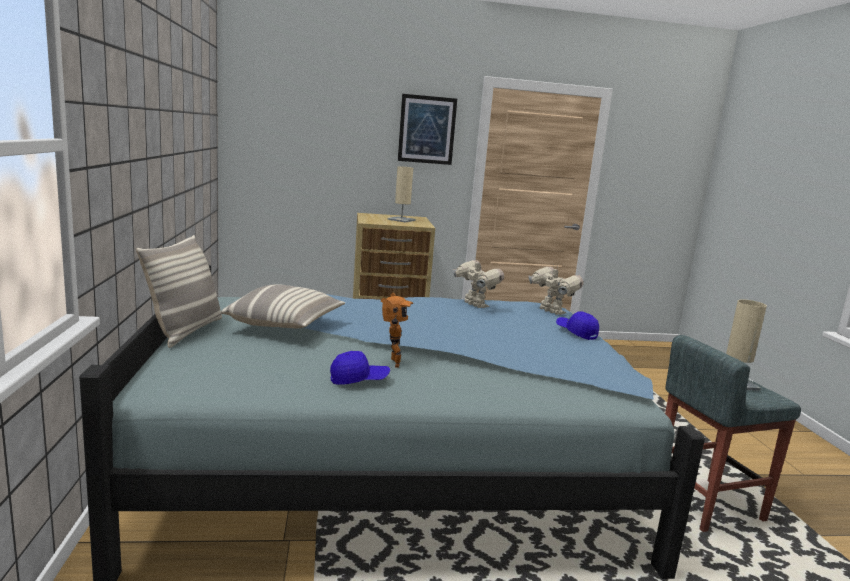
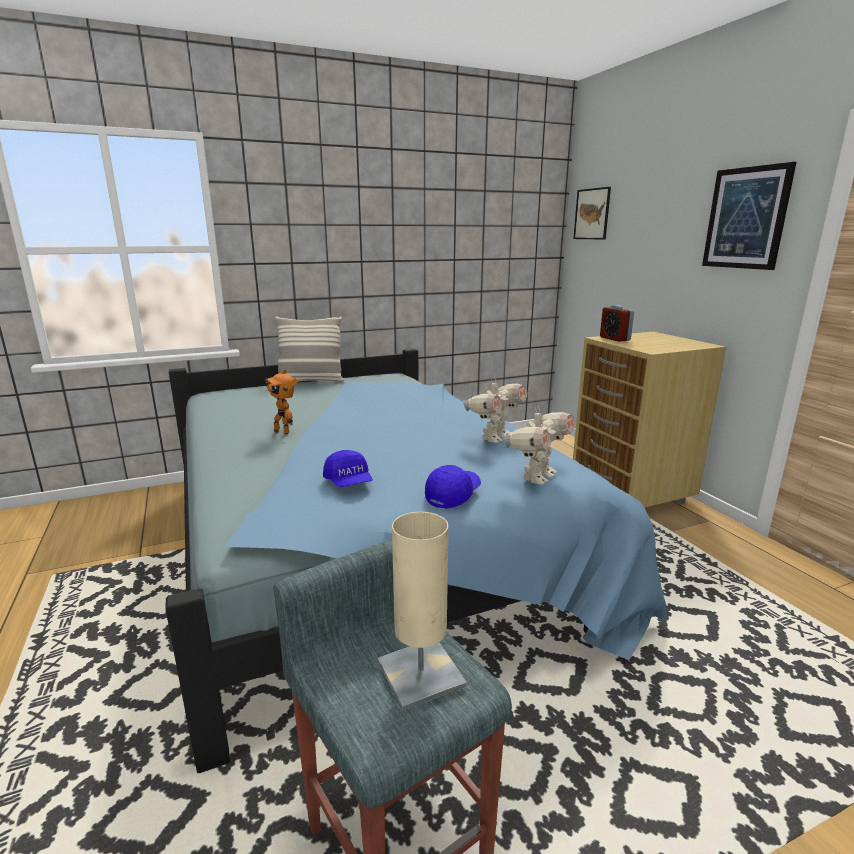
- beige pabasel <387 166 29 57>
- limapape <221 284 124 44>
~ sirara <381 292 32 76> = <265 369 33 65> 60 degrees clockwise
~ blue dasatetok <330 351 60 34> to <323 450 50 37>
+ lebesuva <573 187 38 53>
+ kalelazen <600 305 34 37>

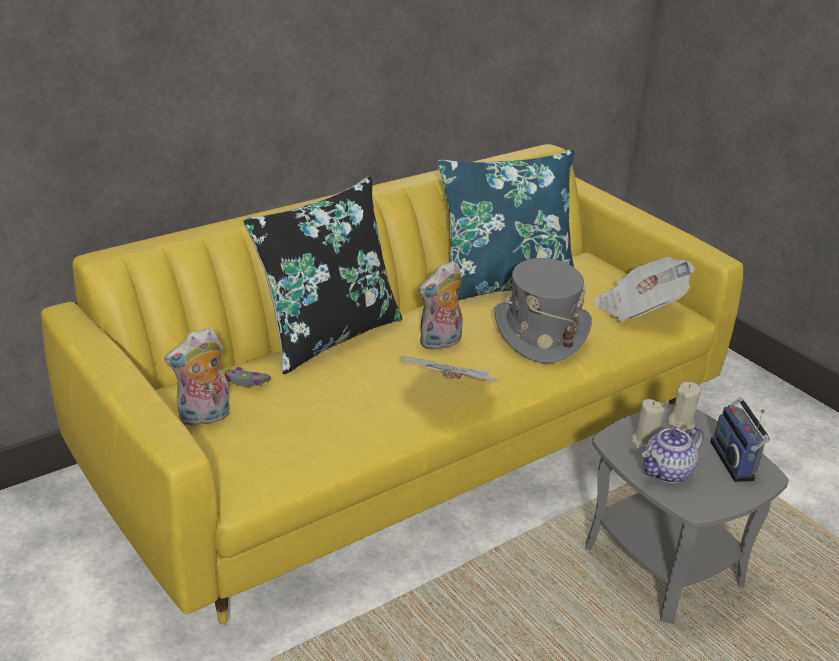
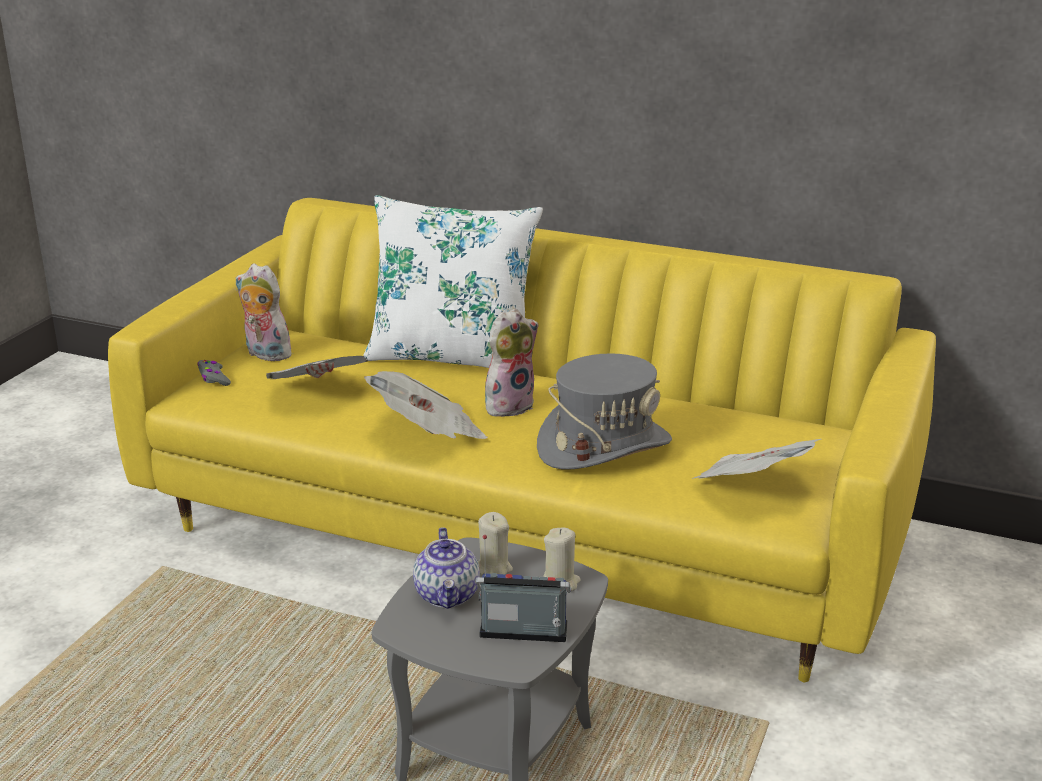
- blue limapape <438 149 137 151>
~ black limapape <243 176 160 198> to white limapape <363 195 180 173>
~ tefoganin <419 261 44 89> = <485 309 54 108> 120 degrees clockwise
~ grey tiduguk <225 367 46 20> to <198 360 33 26>
~ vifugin <710 397 60 85> = <476 535 95 107> 45 degrees clockwise
~ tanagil <641 427 63 56> = <413 527 67 82> 120 degrees counterclockwise
+ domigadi <266 356 103 23>

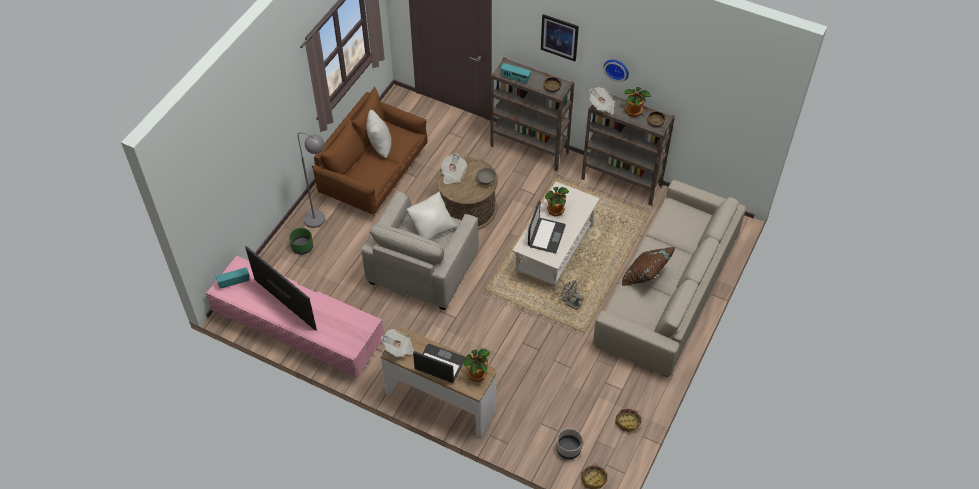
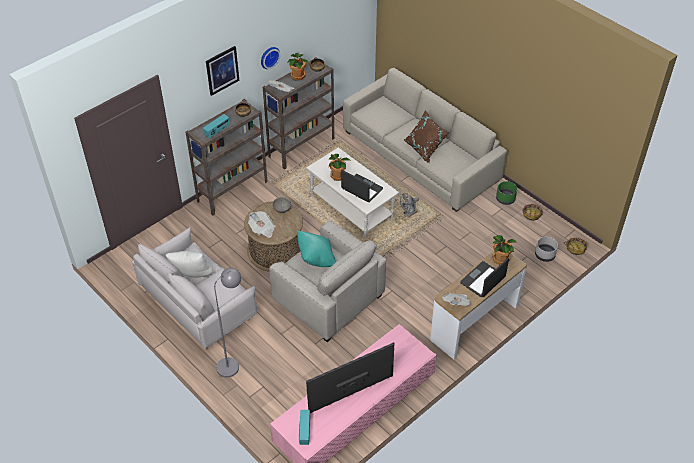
~ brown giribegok <312 86 116 131> to grey giribegok <131 227 126 124>
~ white limapape <406 191 51 49> to turquoise limapape <297 230 39 37>
~ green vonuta <289 228 24 27> to <496 181 21 24>

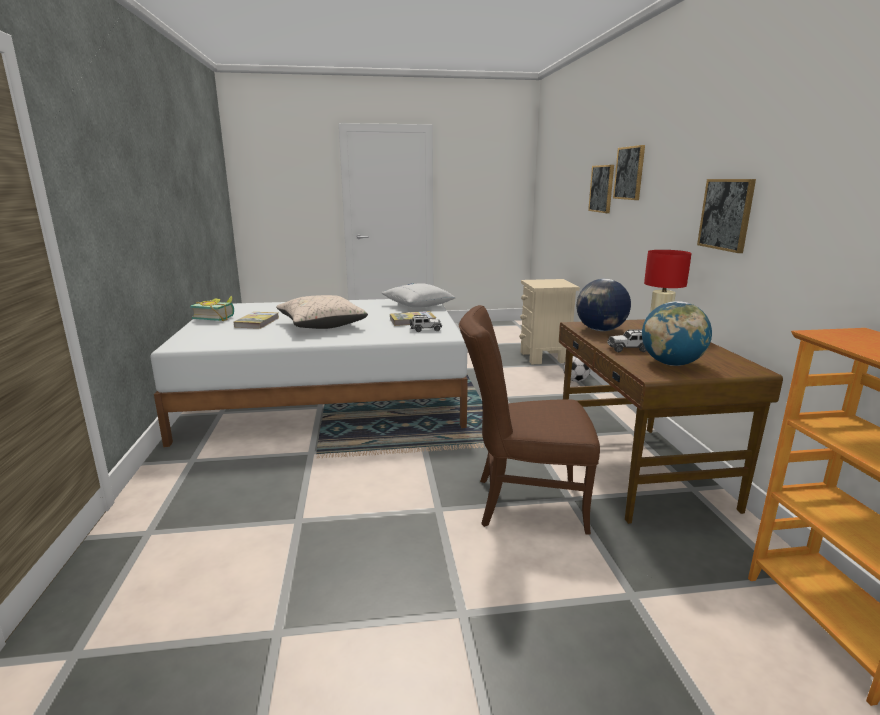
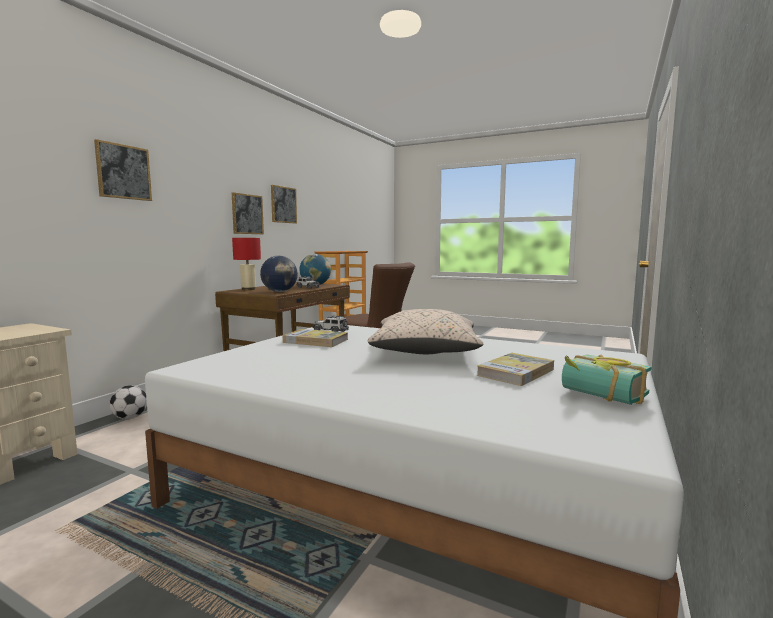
~ lebesuva <588 165 26 48> to <271 185 26 39>
- grey limapape <381 283 74 25>

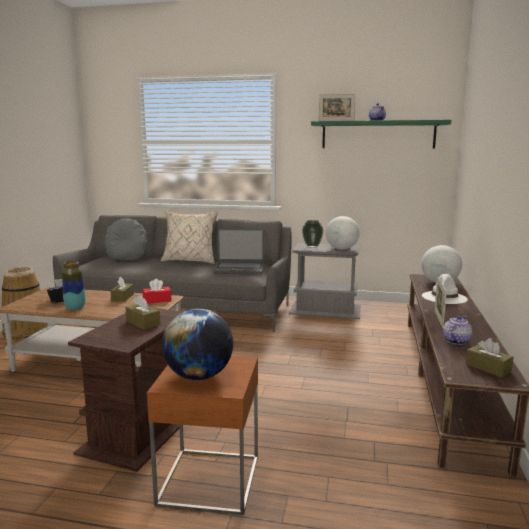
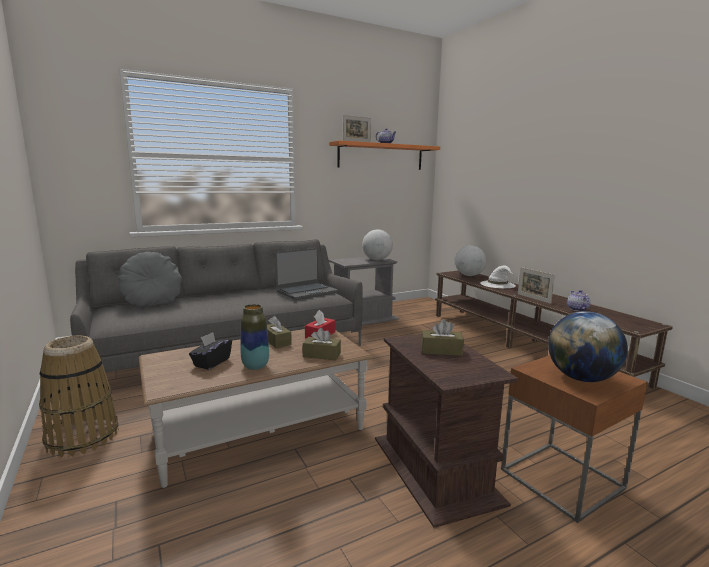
~ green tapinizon <311 120 140 28> to orange tapinizon <329 140 111 30>
- beige limapape <161 211 57 53>
- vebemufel <302 220 21 28>
~ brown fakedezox <466 338 48 40> to <303 328 38 32>

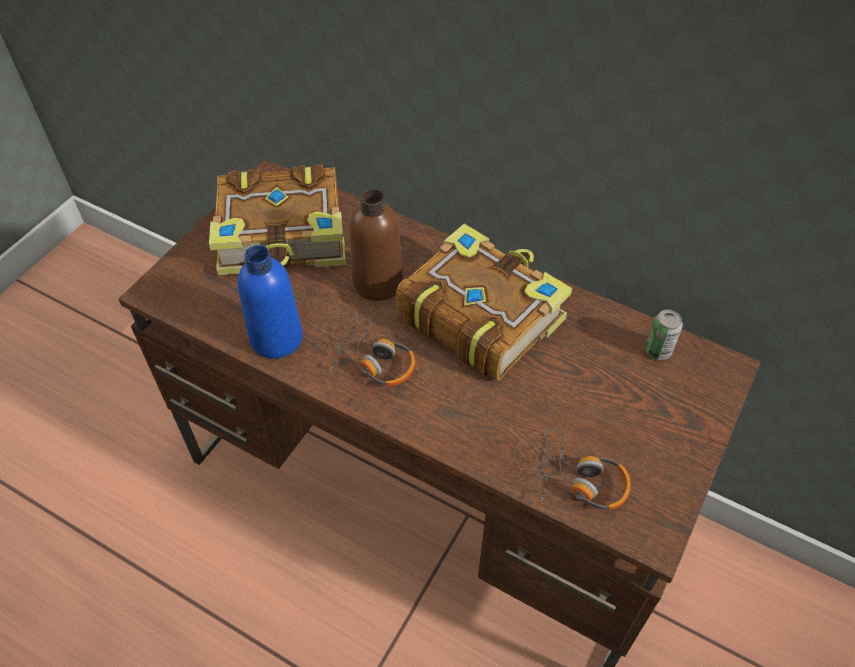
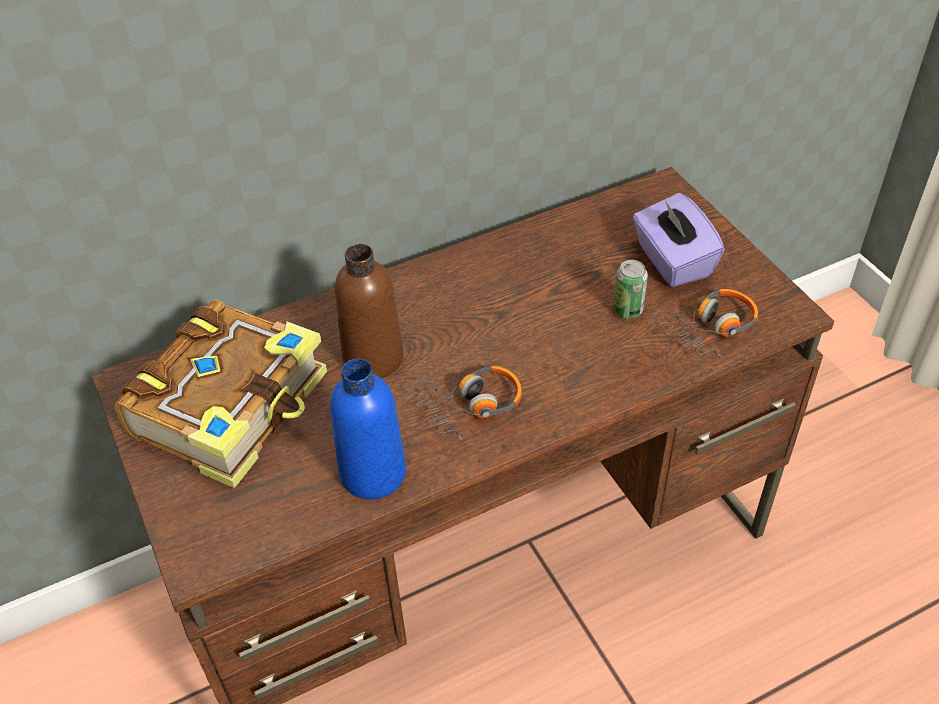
- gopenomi <396 224 176 157>
~ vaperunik <645 310 38 50> to <613 260 35 59>
+ purple fakedezox <633 193 92 94>

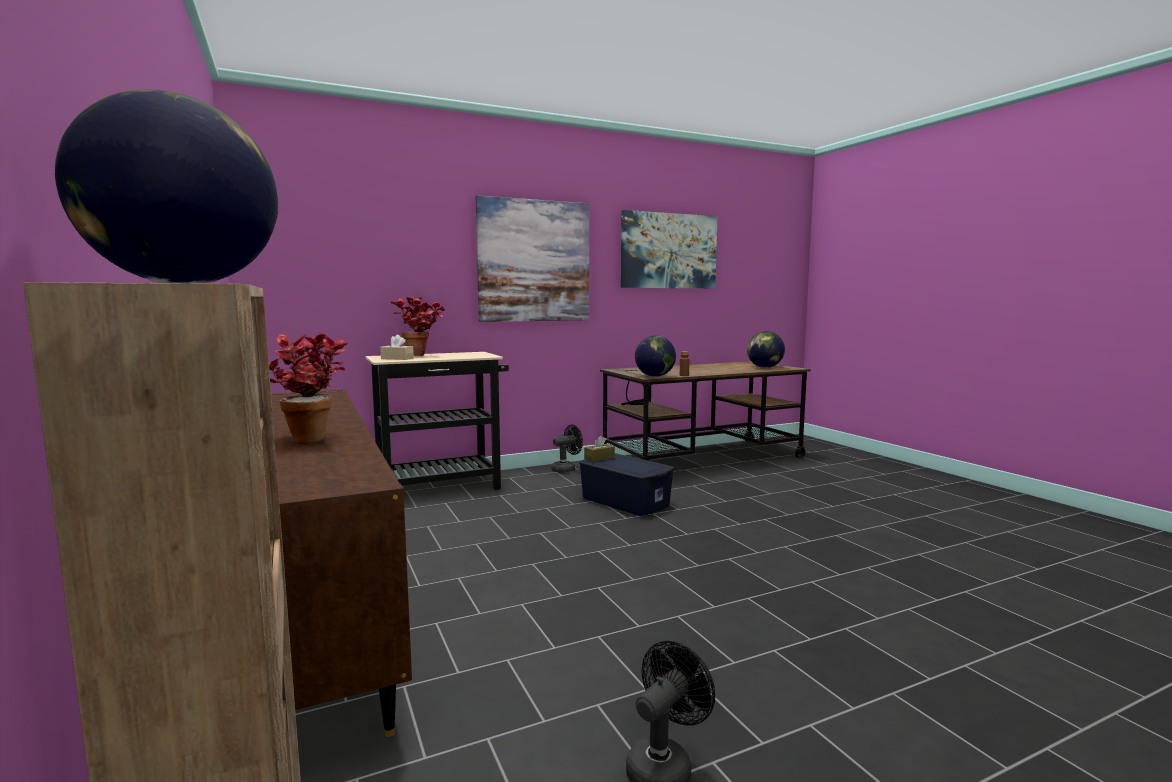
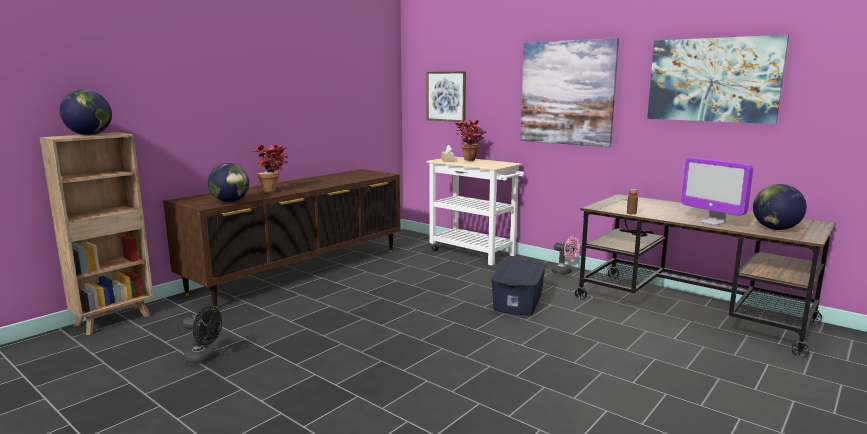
~ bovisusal <635 336 41 41> to <208 163 41 39>
~ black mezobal <366 352 143 138> to white mezobal <426 156 98 110>
~ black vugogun <551 425 32 48> to pink vugogun <551 236 29 38>
- brown fakedezox <584 436 31 26>
+ lebesuva <426 71 40 51>
+ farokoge <681 157 72 69>

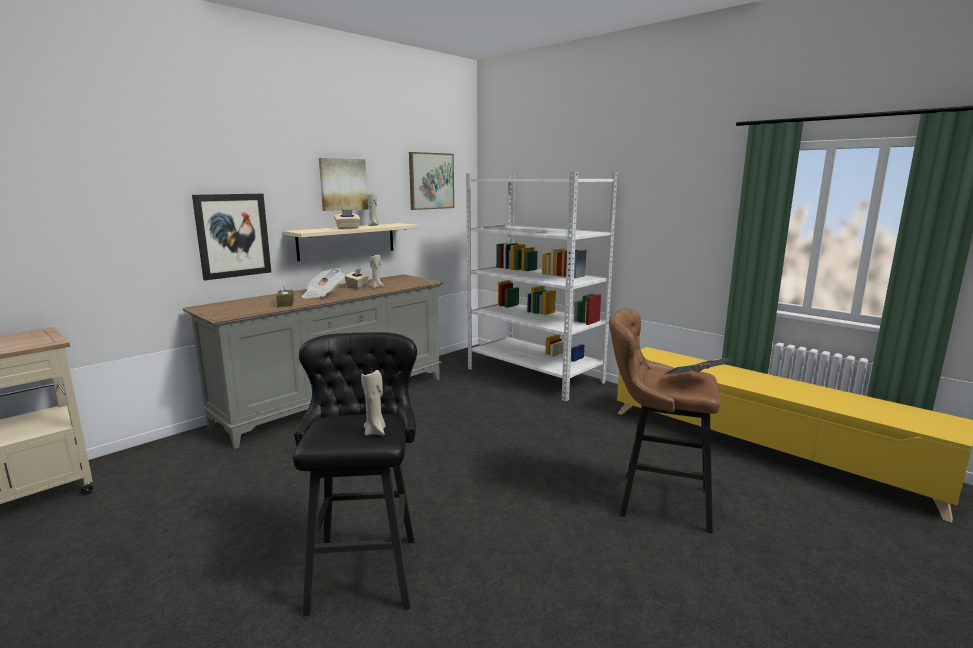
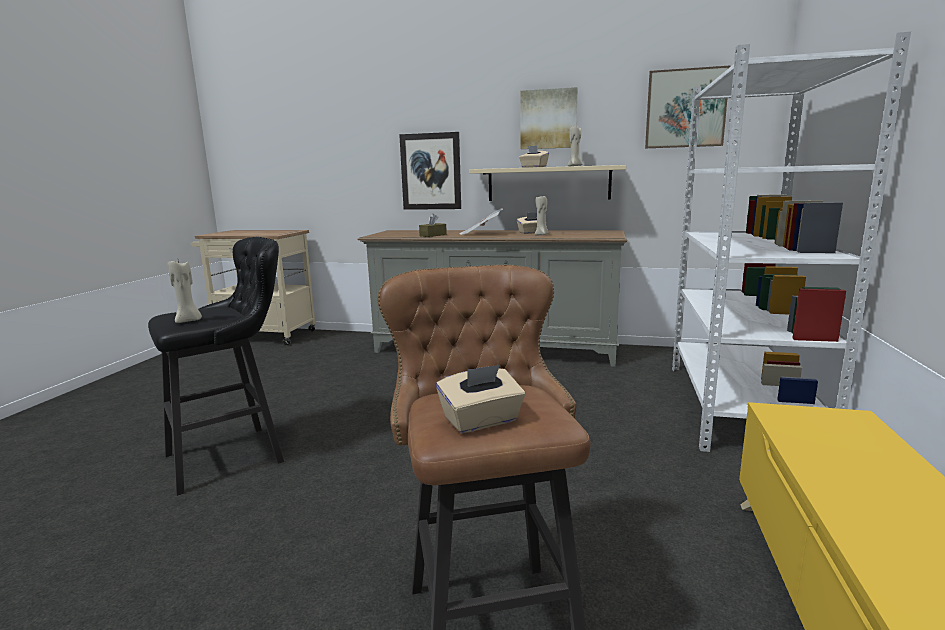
~ domigadi <664 358 68 17> to beige fakedezox <436 364 89 69>

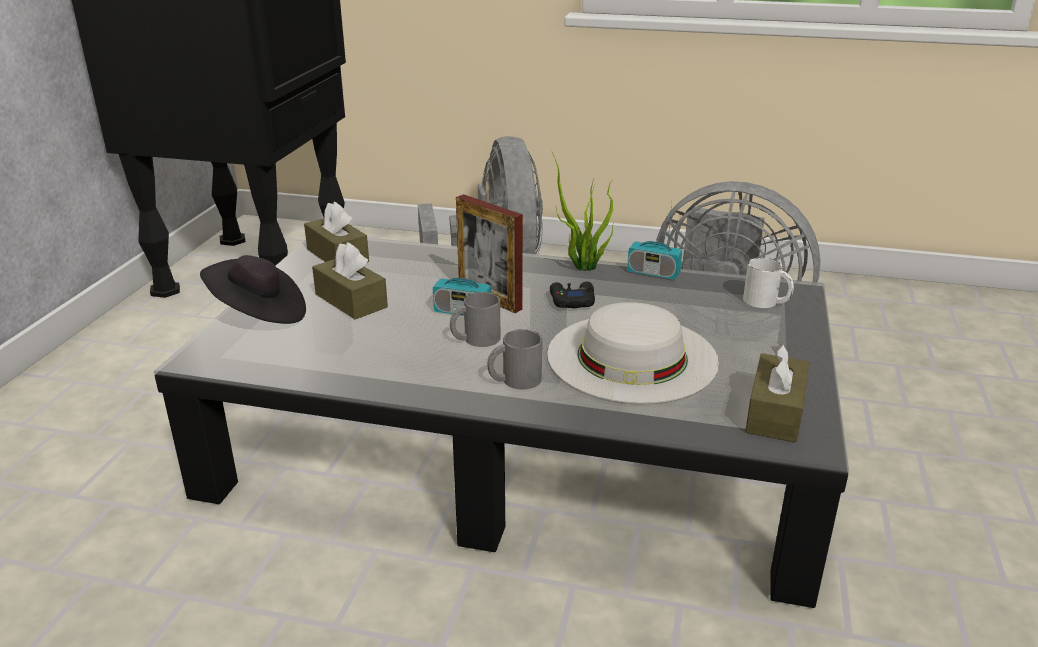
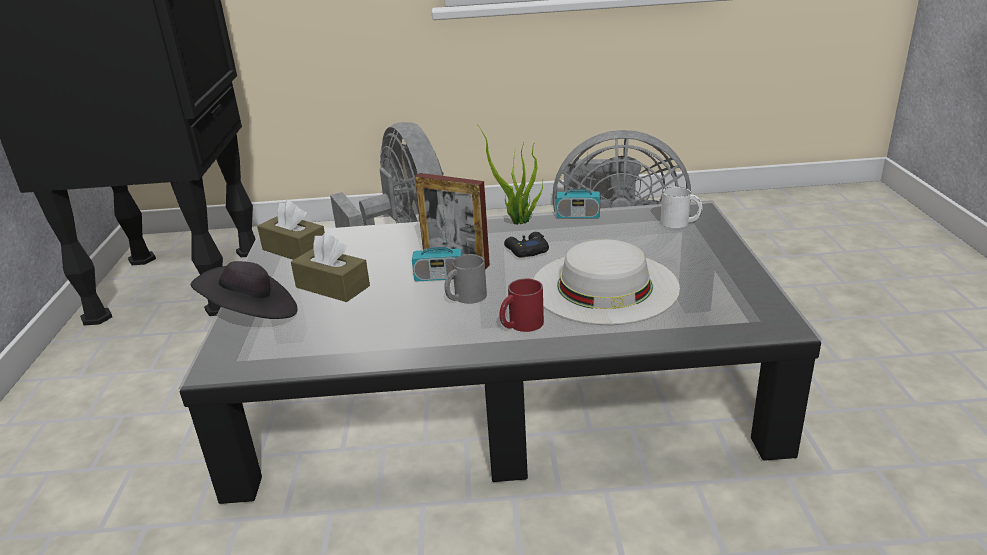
~ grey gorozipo <487 329 55 61> to red gorozipo <499 278 45 54>
- brown fakedezox <745 343 64 99>

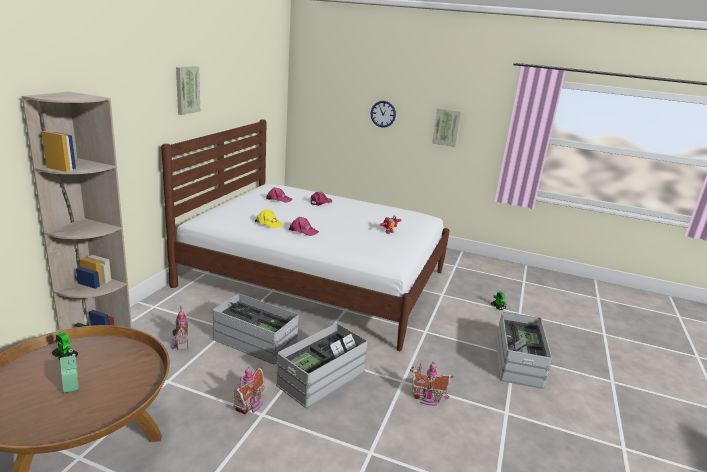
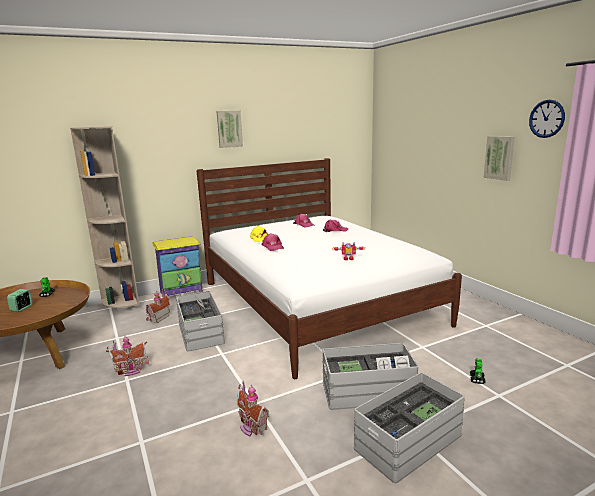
~ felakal <371 101 25 26> to <529 100 36 38>
~ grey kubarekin <276 323 92 85> to <323 343 95 67>
+ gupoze <152 236 51 60>

